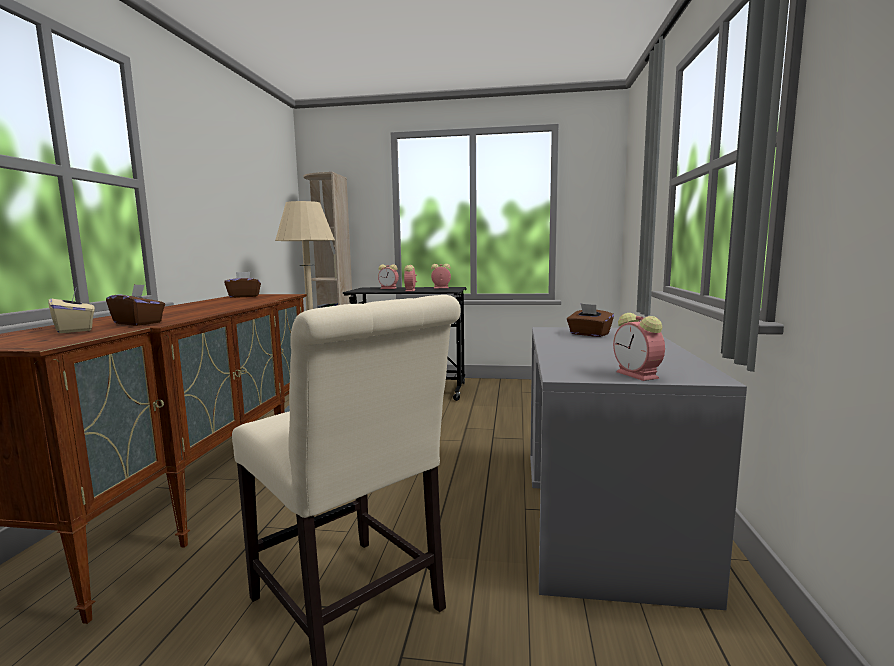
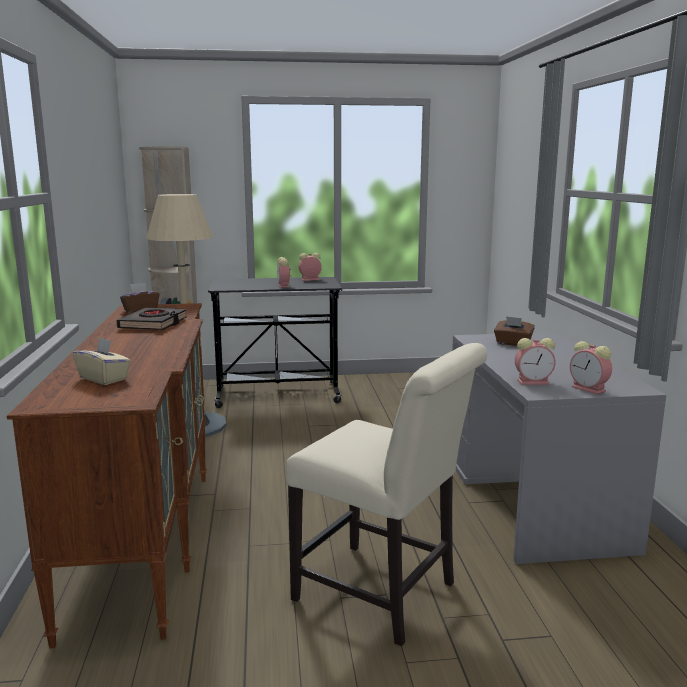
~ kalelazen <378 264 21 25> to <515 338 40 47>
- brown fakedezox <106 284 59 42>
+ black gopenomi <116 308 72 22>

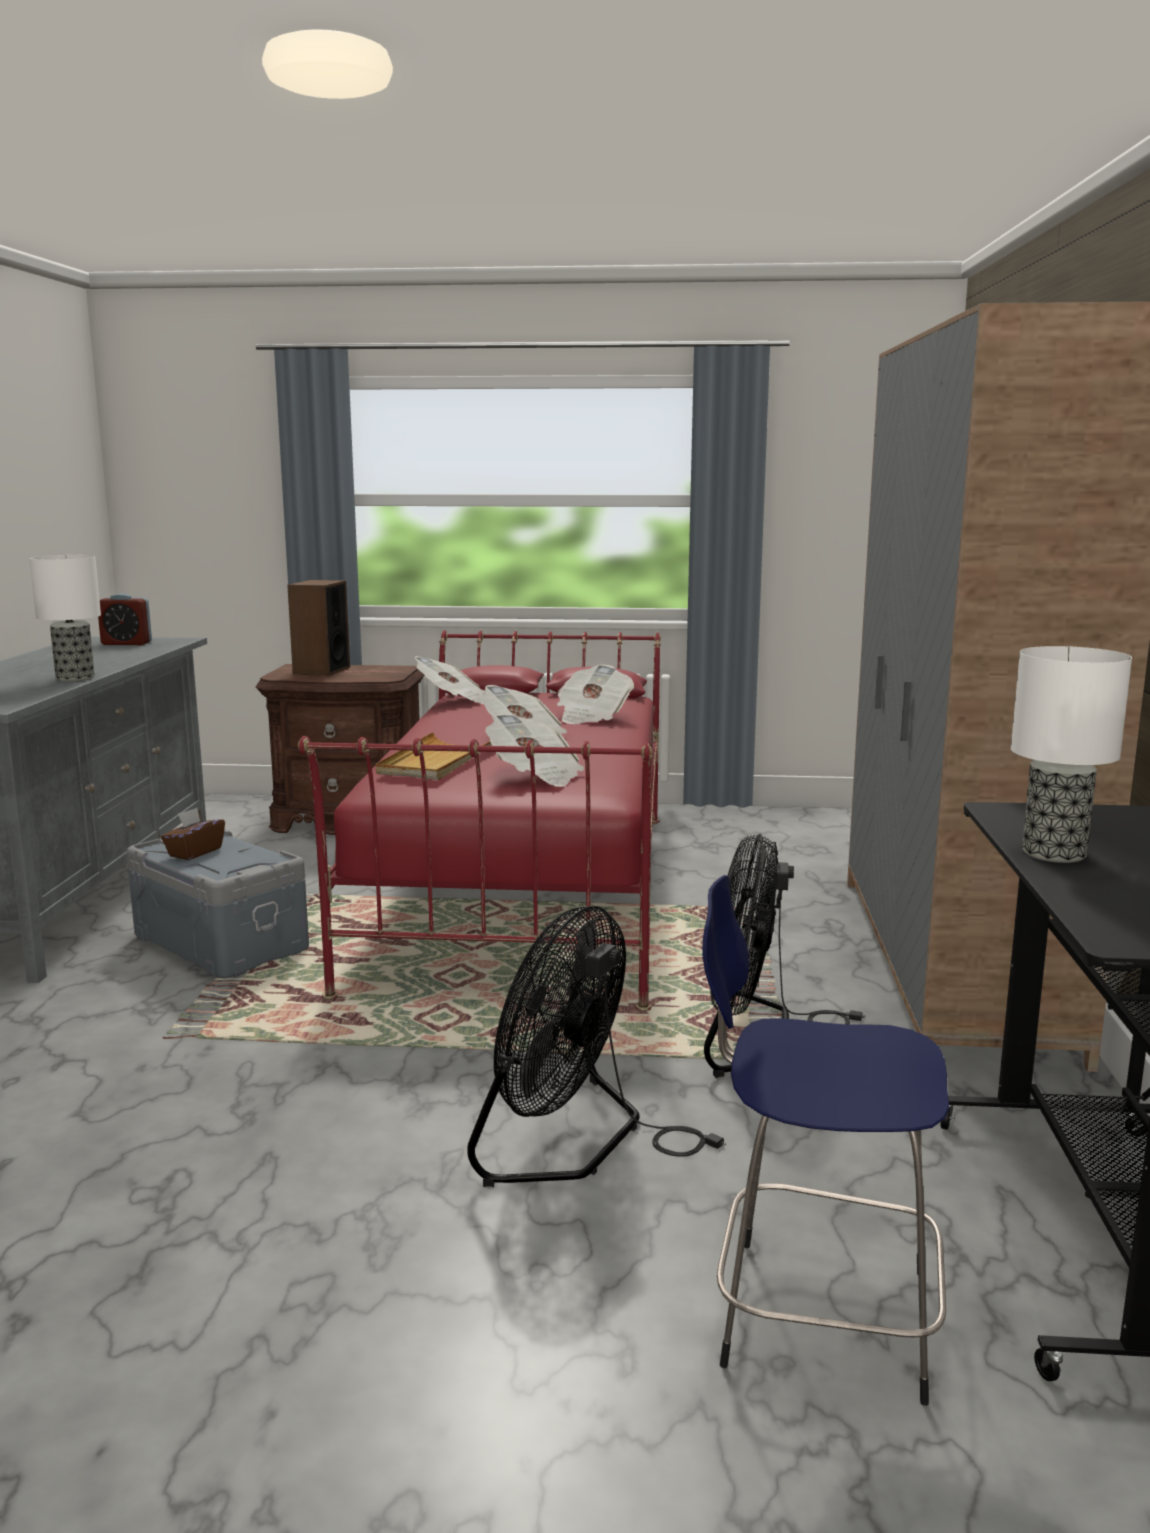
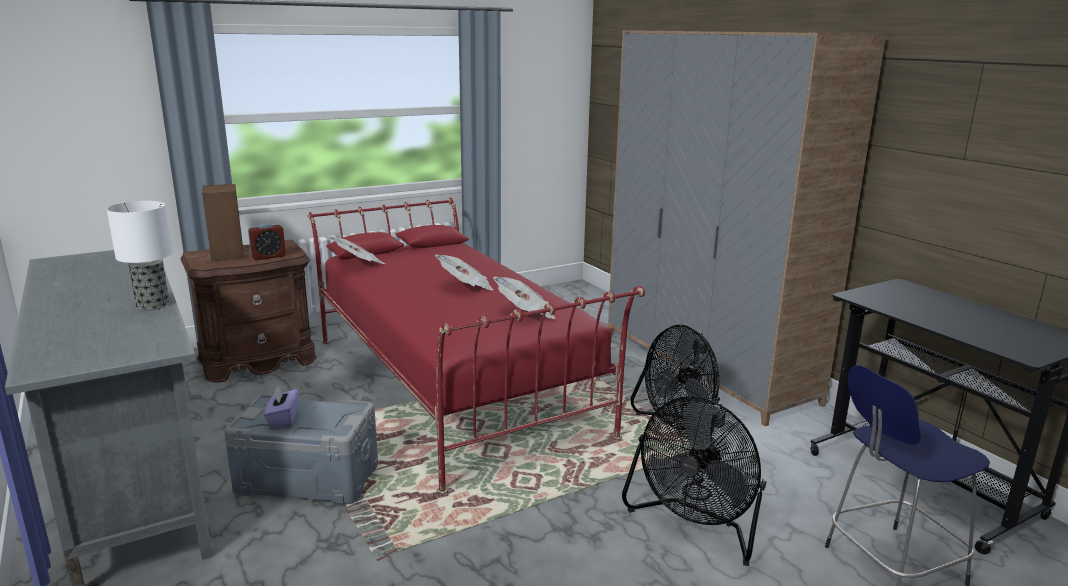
~ kalelazen <98 594 54 51> to <248 223 38 37>
- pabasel <1011 646 121 217>
- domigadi <557 665 77 59>
- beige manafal <376 732 115 48>
~ brown fakedezox <161 808 64 52> to purple fakedezox <264 386 35 41>
~ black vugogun <467 906 259 281> = <622 396 144 170> 45 degrees counterclockwise

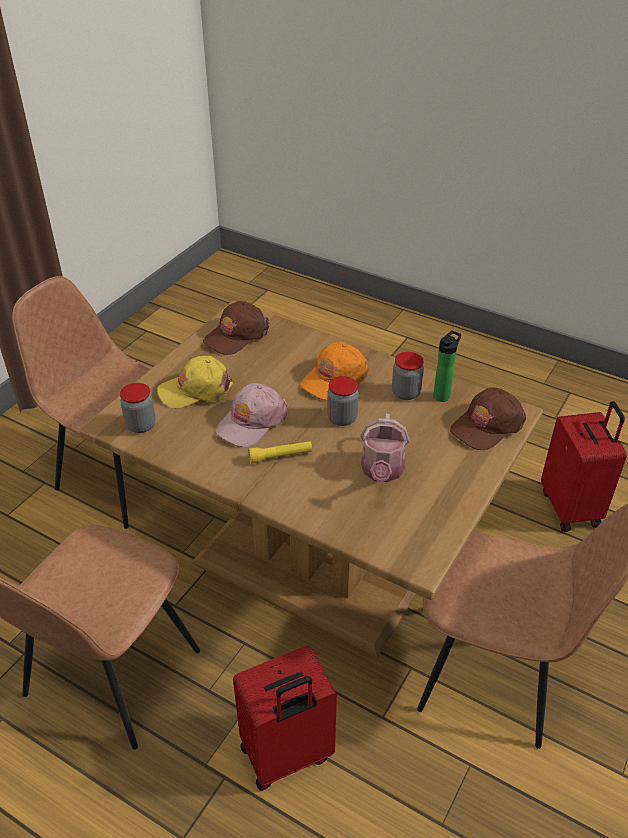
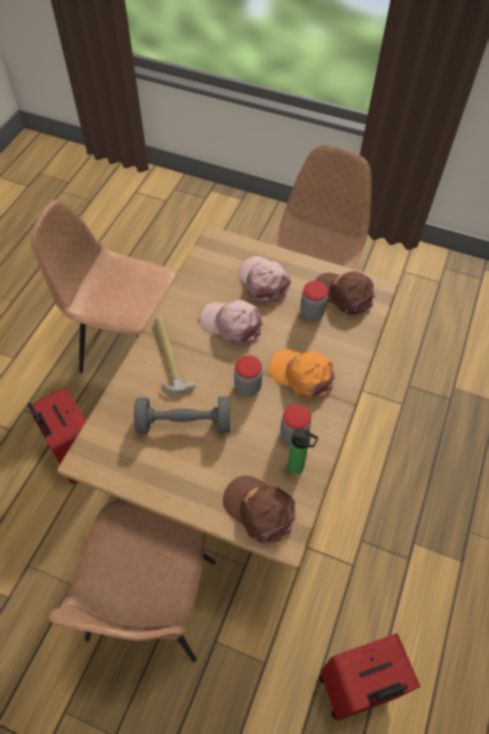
~ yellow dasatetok <157 356 76 52> to pink dasatetok <239 256 52 46>
~ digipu <120 383 36 50> to <300 281 28 40>
~ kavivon <360 414 50 68> to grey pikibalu <134 397 96 37>
- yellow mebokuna <248 441 64 23>
+ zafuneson <154 317 41 77>

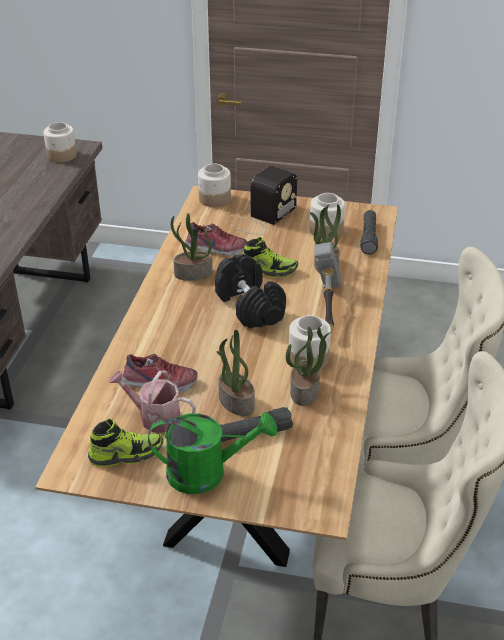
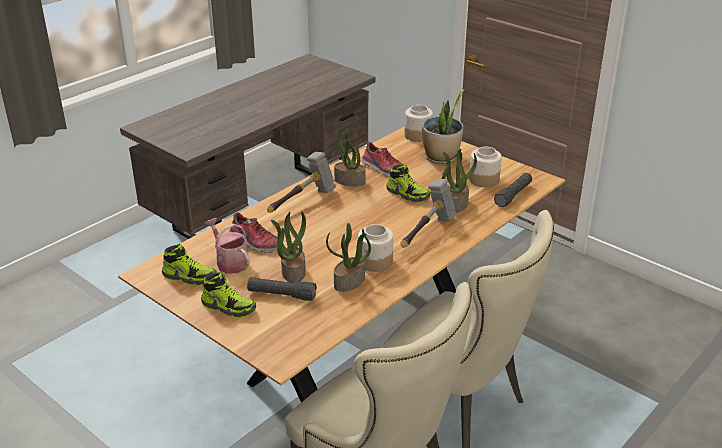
- digipu <43 122 34 40>
~ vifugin <228 166 69 69> to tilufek <422 89 43 75>
- black pikibalu <215 254 71 75>
~ green kavivon <148 412 129 82> to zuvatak <201 272 55 45>
+ zafuneson <267 152 69 61>

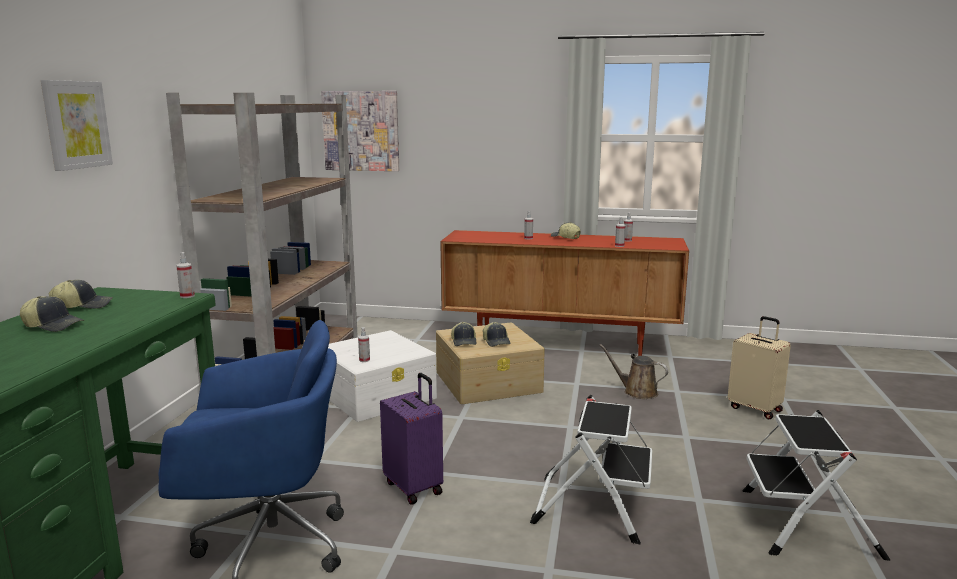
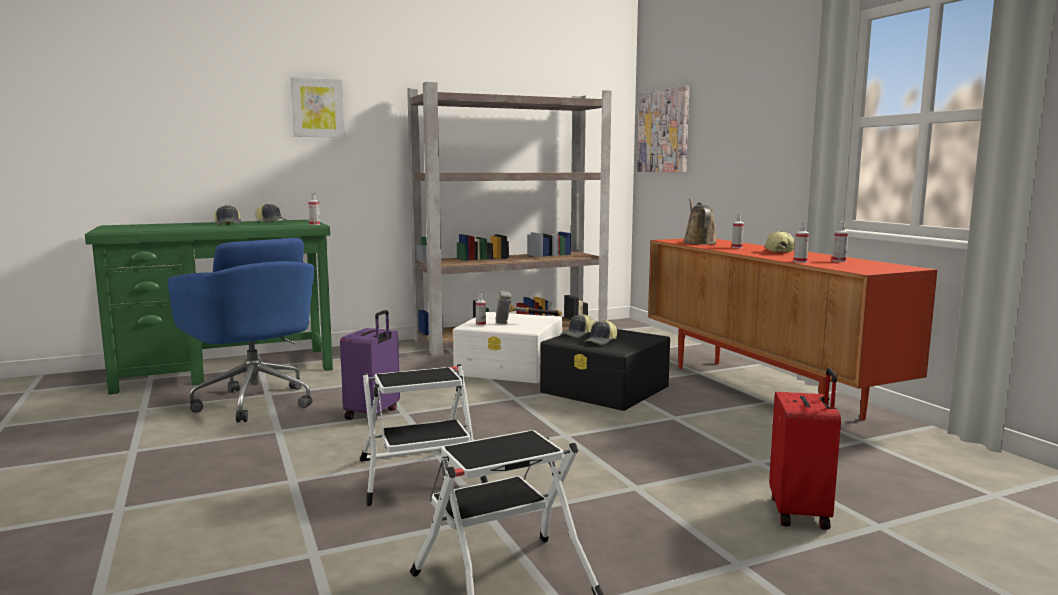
~ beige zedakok <728 316 63 103> to red zedakok <769 368 72 162>
~ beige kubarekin <436 322 109 82> to black kubarekin <540 329 130 82>
~ brown kavivon <599 344 69 55> to <683 198 34 47>
+ zafuneson <496 291 66 33>

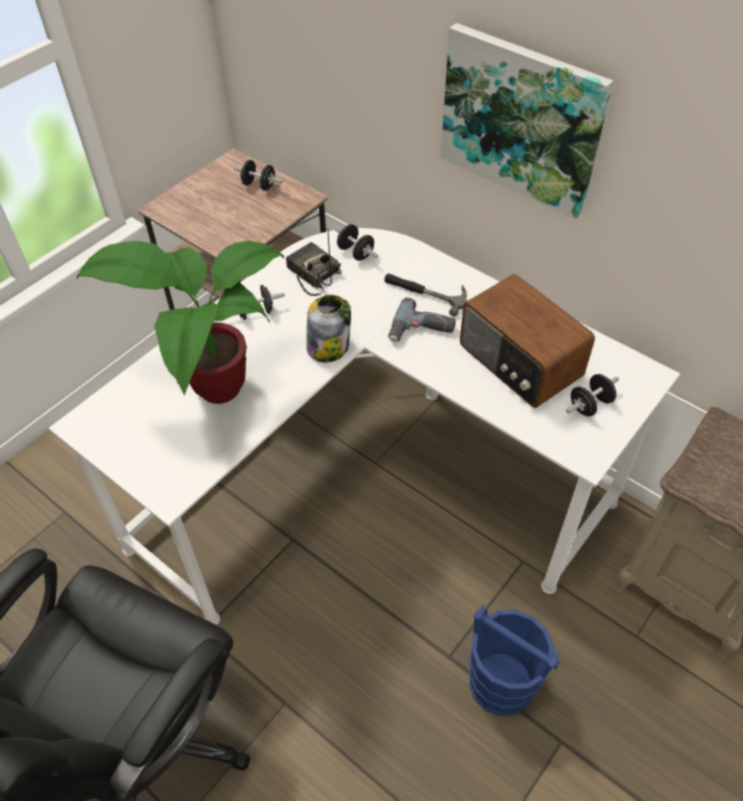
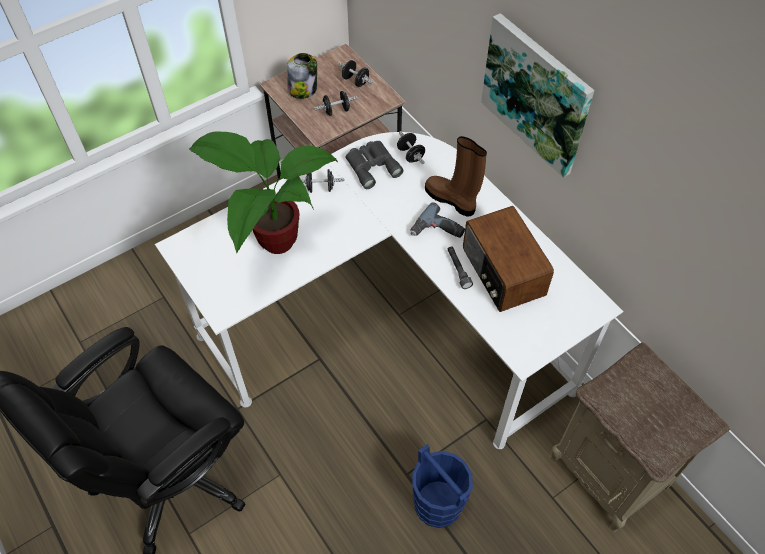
~ vifugin <286 231 55 65> to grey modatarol <346 141 58 48>
~ zafuneson <384 273 83 44> to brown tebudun <425 136 62 81>
~ digipu <306 295 45 67> to <287 53 30 46>
~ black pikibalu <566 374 53 42> to <314 91 44 25>
+ grey mebokuna <447 247 26 42>

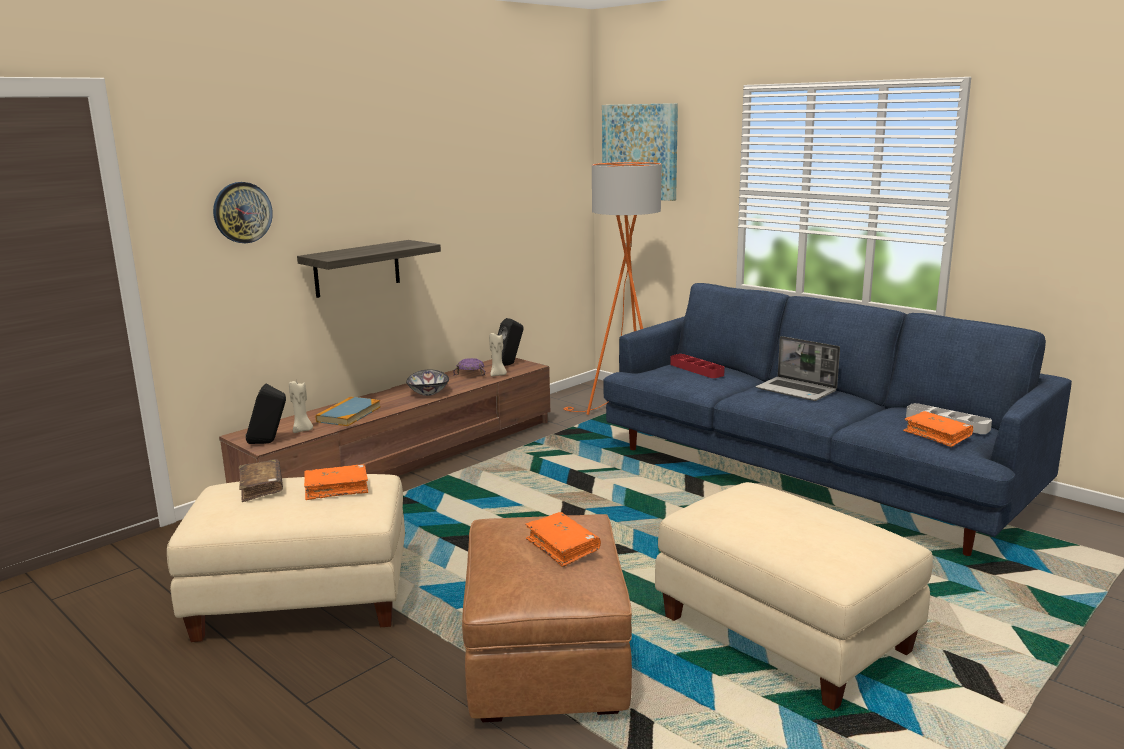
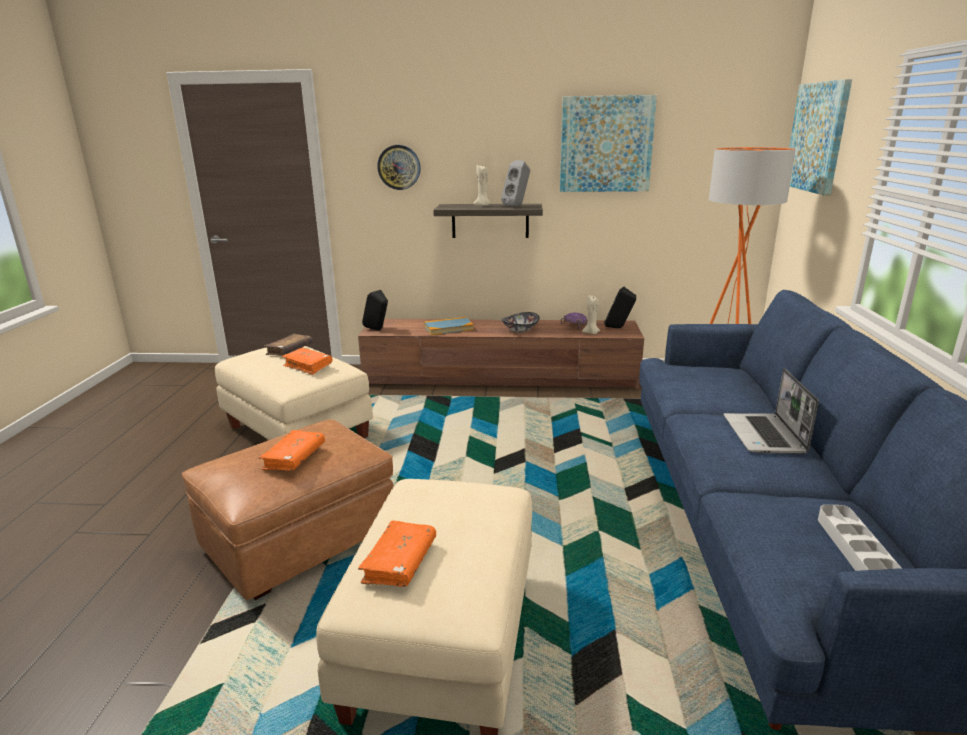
- red manafal <670 354 55 24>
~ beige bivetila <289 381 24 52> to <474 164 17 42>
~ orange gopenomi <903 411 70 36> to <358 520 78 67>
+ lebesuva <560 95 97 97>
+ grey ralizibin <501 160 29 47>

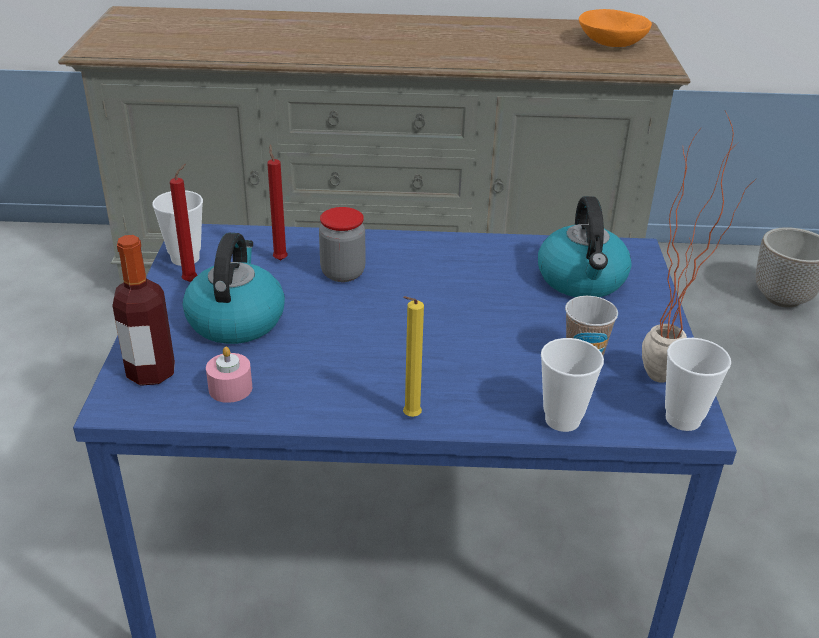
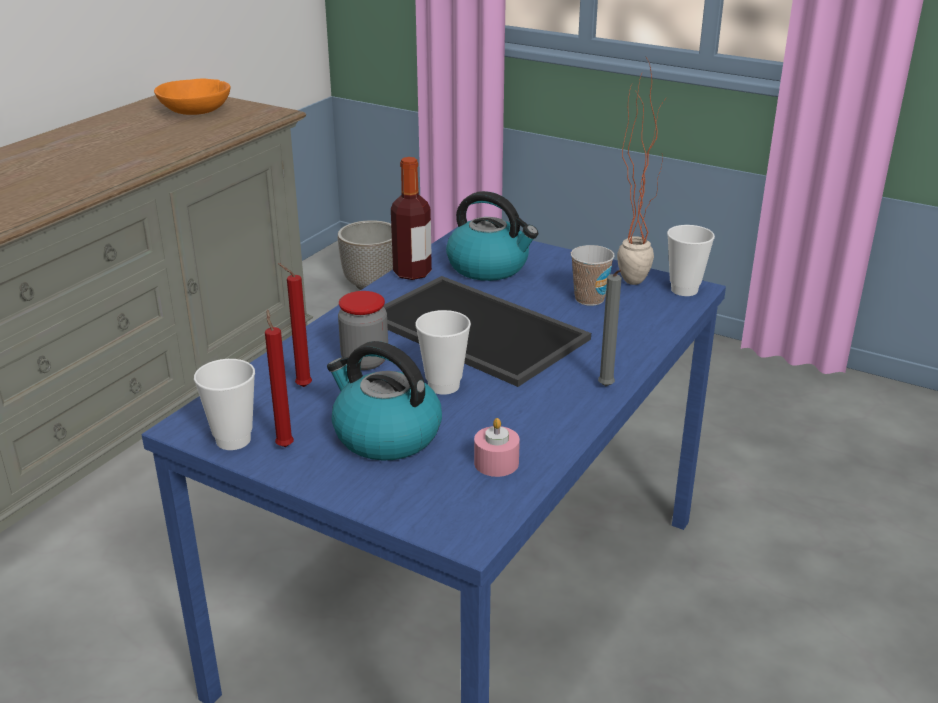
~ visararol <113 235 62 151> to <391 157 41 123>
~ yellow bivetila <403 296 21 121> to grey bivetila <598 270 23 116>
~ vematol <541 338 63 94> to <415 310 56 85>
+ manafal <383 276 208 111>

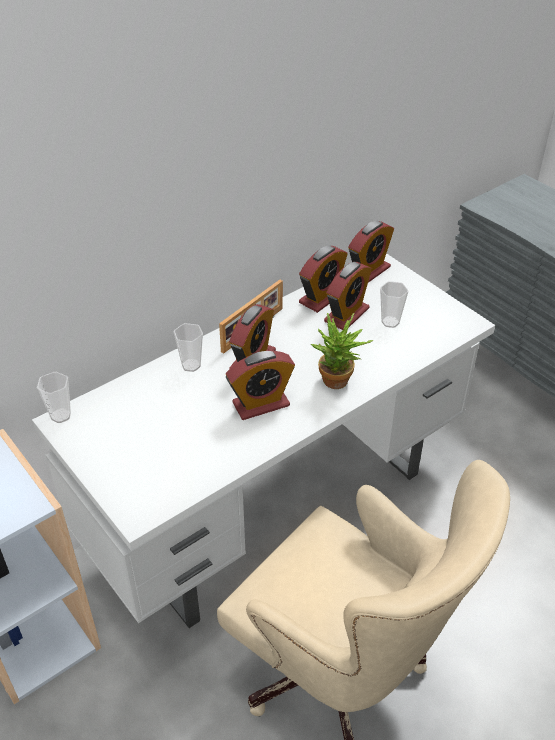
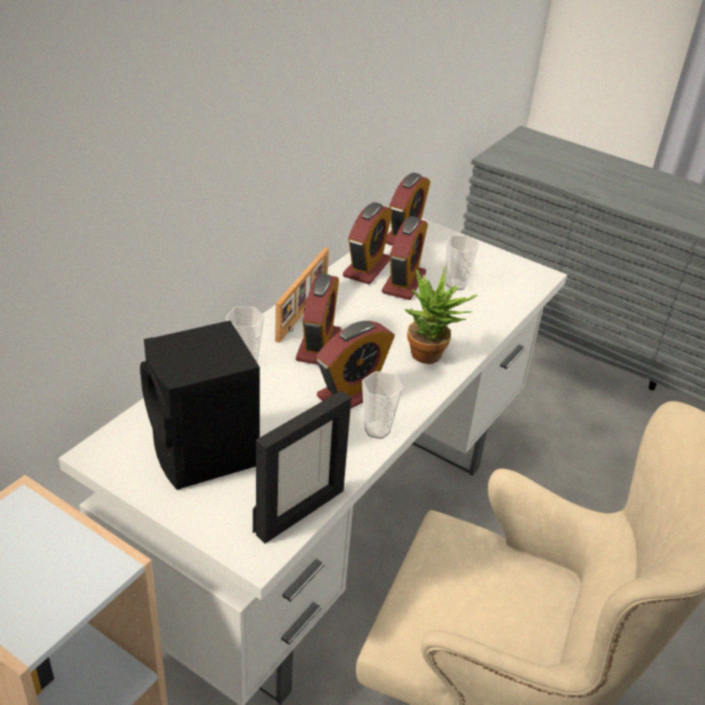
~ vematol <37 372 34 51> to <362 371 41 68>
+ black ralizibin <140 320 120 170>
+ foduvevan <253 390 98 154>

